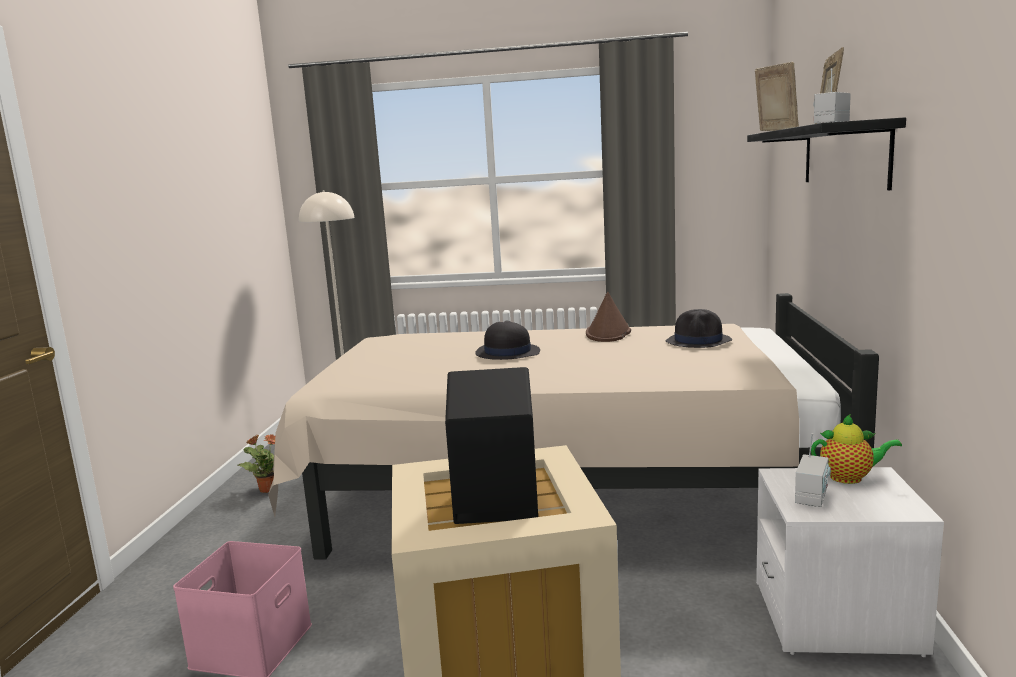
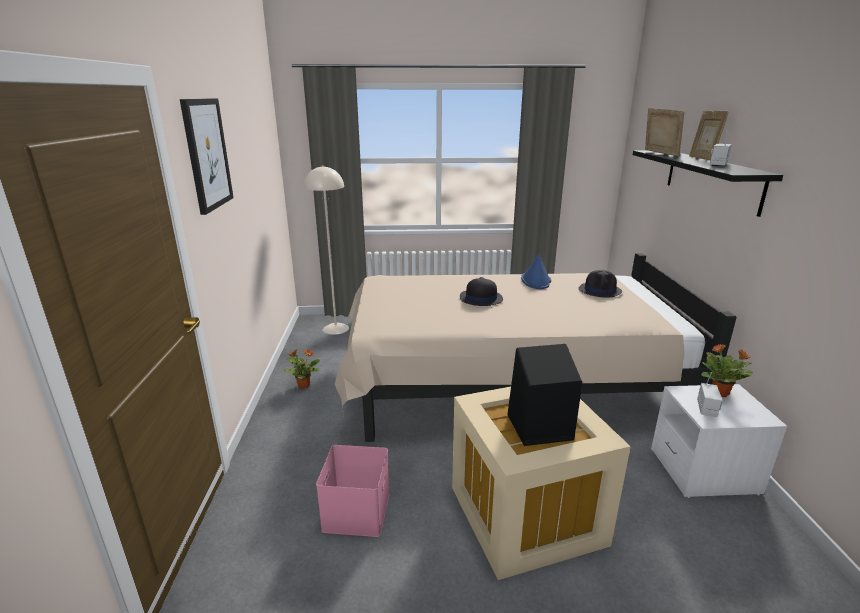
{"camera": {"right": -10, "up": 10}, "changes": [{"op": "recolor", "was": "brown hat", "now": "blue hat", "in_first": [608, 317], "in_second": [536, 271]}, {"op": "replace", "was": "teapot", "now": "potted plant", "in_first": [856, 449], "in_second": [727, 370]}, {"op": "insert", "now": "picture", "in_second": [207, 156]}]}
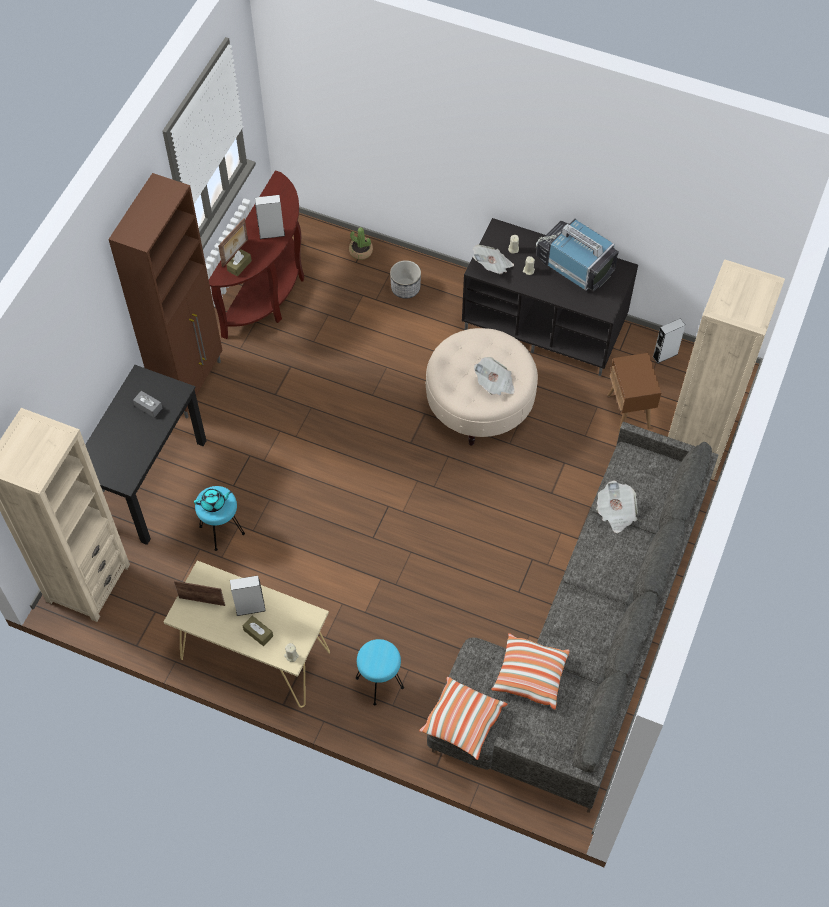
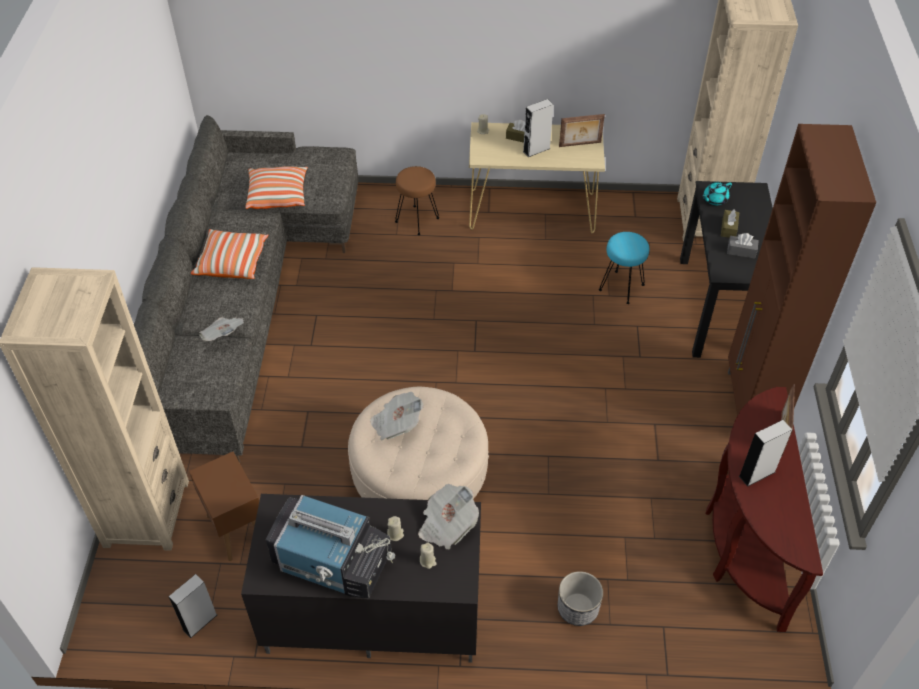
{"camera": {"right": 160, "up": -10}, "changes": [{"op": "move", "was": "turquoise teapot", "in_first": [213, 500], "in_second": [717, 193]}, {"op": "move", "was": "brown tissue box", "in_first": [239, 262], "in_second": [730, 223]}, {"op": "delete", "was": "potted plant", "in_first": [361, 243]}, {"op": "recolor", "was": "turquoise stool", "now": "brown stool", "in_first": [380, 672], "in_second": [417, 200]}, {"op": "move", "was": "pillow", "in_first": [463, 718], "in_second": [229, 254]}]}
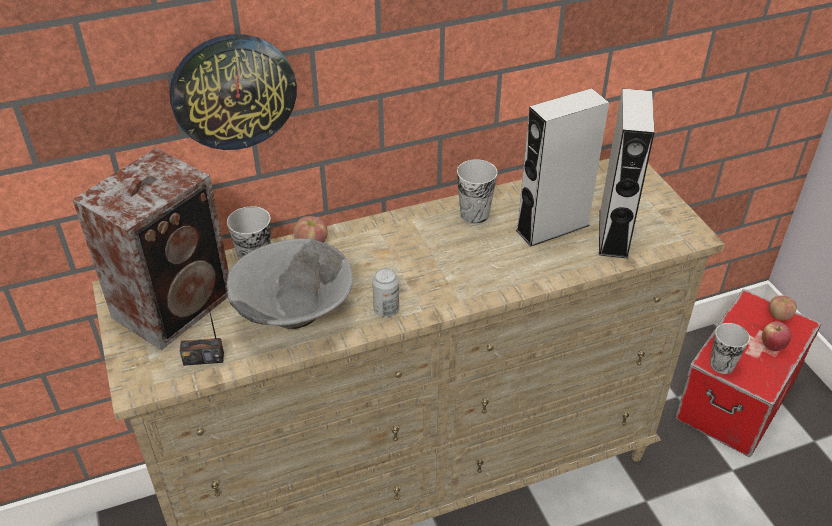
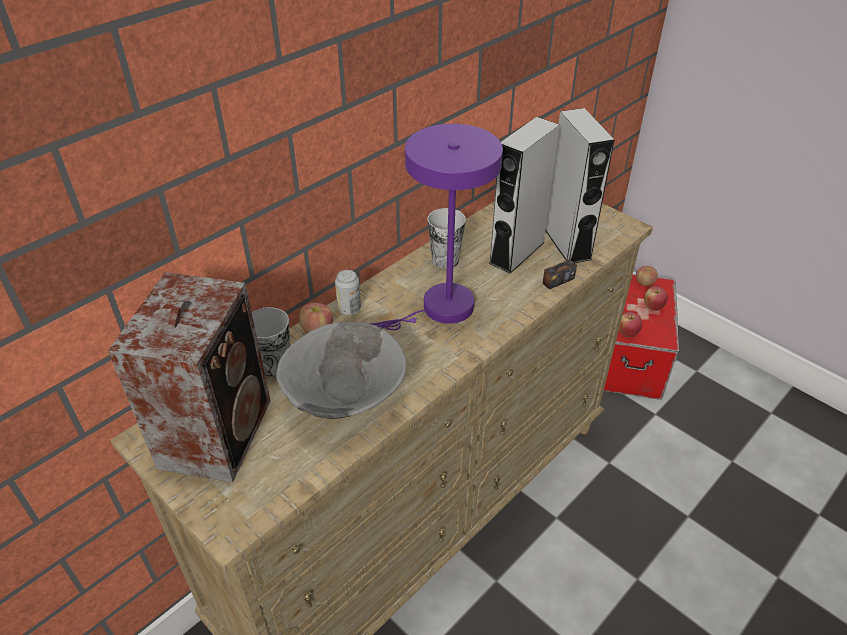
{"camera": {"right": -25, "up": 0}, "changes": [{"op": "delete", "was": "wall clock", "in_first": [233, 92]}, {"op": "move", "was": "radio", "in_first": [202, 322], "in_second": [559, 246]}, {"op": "move", "was": "can", "in_first": [385, 292], "in_second": [348, 292]}, {"op": "replace", "was": "cup", "now": "apple", "in_first": [730, 348], "in_second": [630, 324]}, {"op": "insert", "now": "purple table lamp", "in_second": [436, 227]}]}
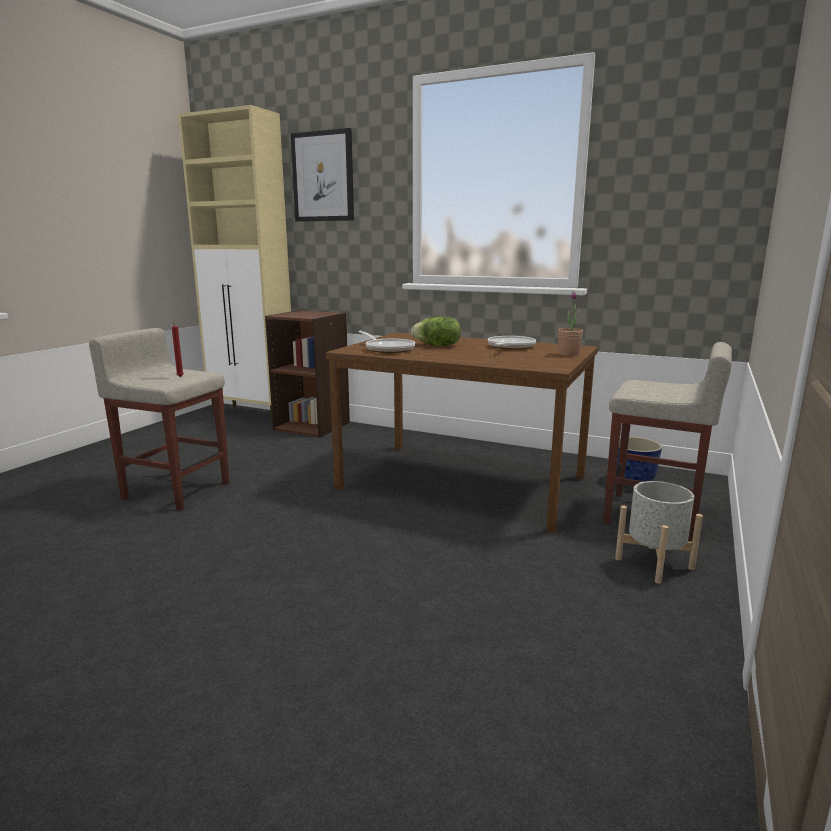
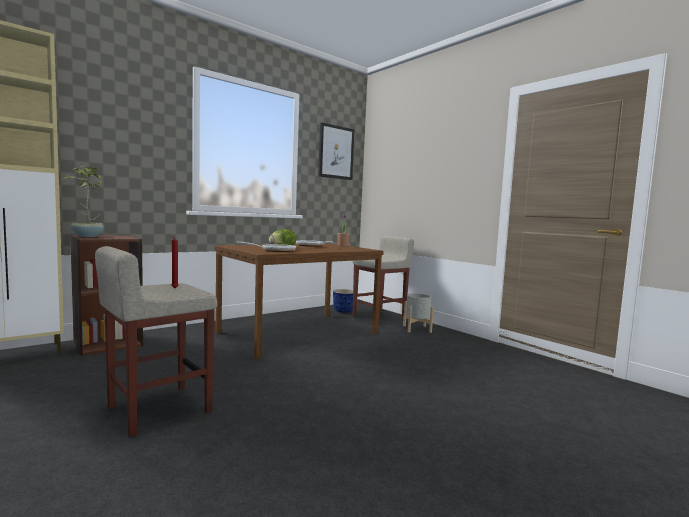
{"camera": {"right": -65, "up": -10}, "changes": [{"op": "move", "was": "picture", "in_first": [322, 175], "in_second": [336, 151]}, {"op": "insert", "now": "potted plant", "in_second": [83, 201]}]}
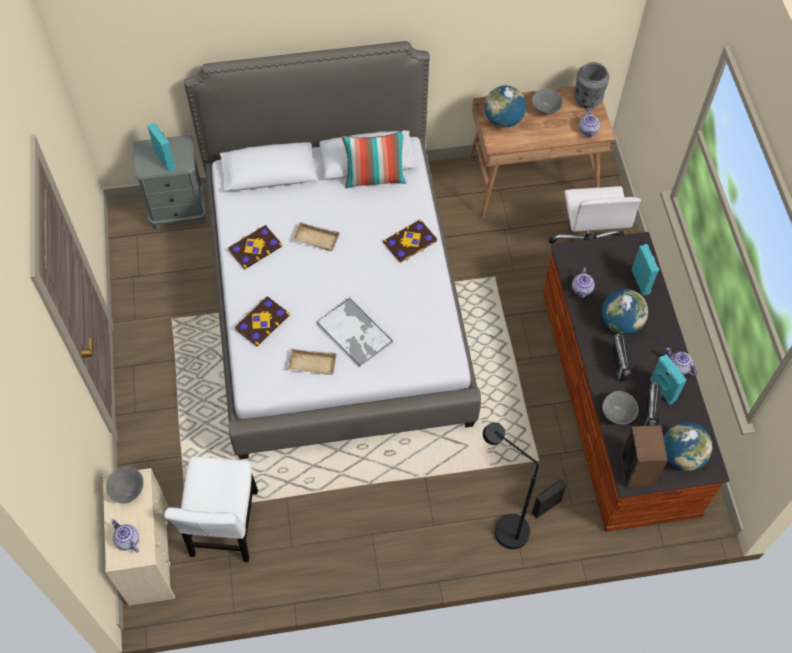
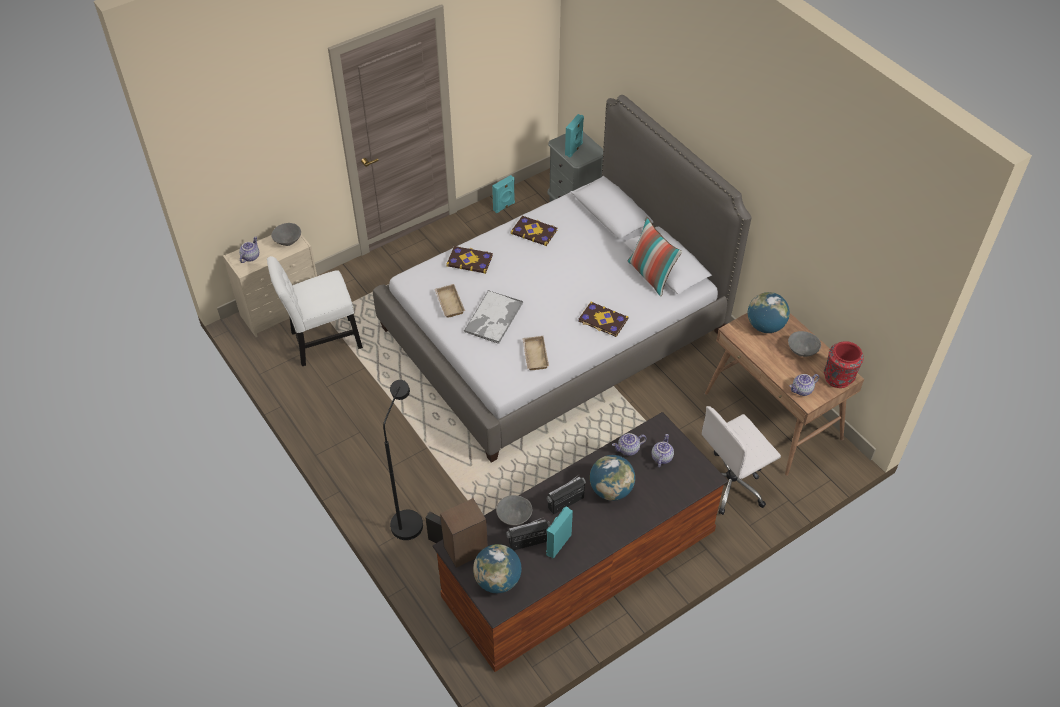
{"camera": {"right": 65, "up": -10}, "changes": [{"op": "move", "was": "beige tray", "in_first": [316, 236], "in_second": [535, 353]}, {"op": "recolor", "was": "grey vase", "now": "red vase", "in_first": [592, 86], "in_second": [844, 365]}, {"op": "move", "was": "turquoise speaker", "in_first": [645, 269], "in_second": [503, 194]}, {"op": "move", "was": "teapot", "in_first": [682, 362], "in_second": [663, 451]}]}
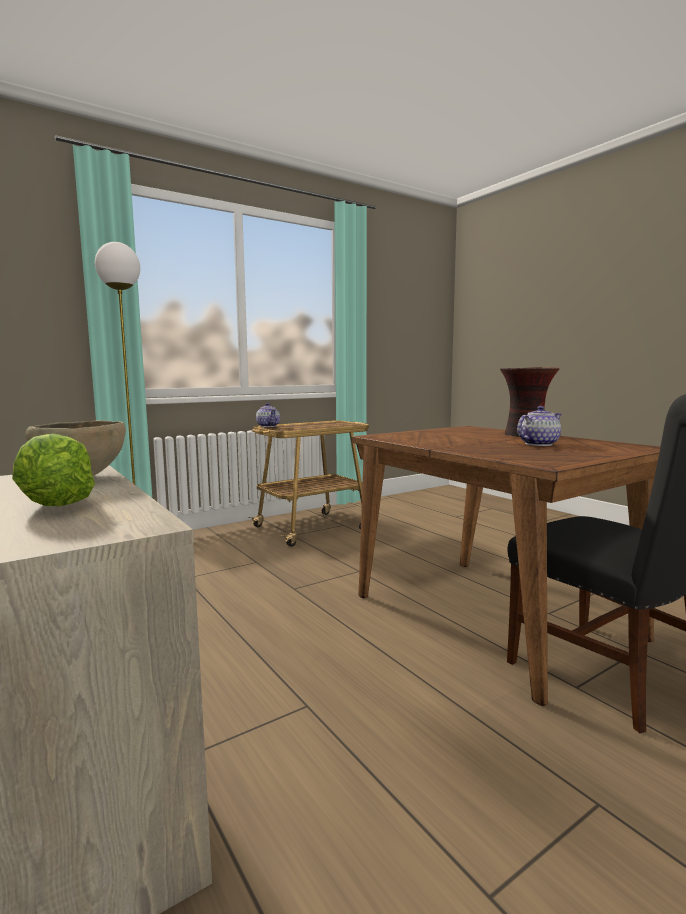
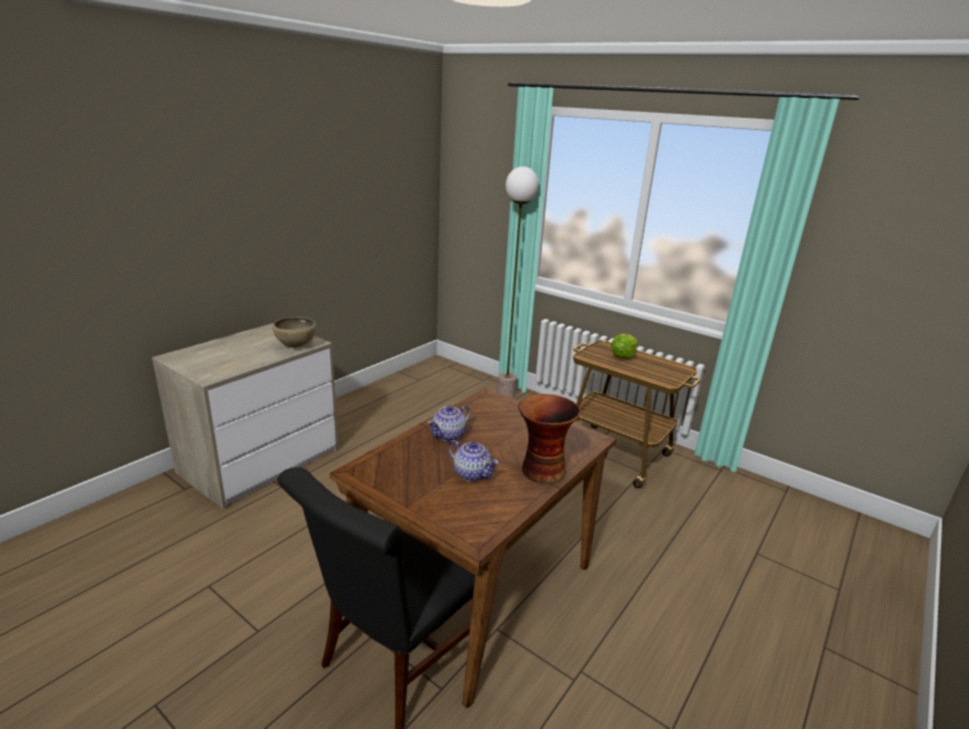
{"camera": {"right": 70, "up": 15}, "changes": [{"op": "move", "was": "lettuce", "in_first": [53, 469], "in_second": [624, 346]}, {"op": "move", "was": "teapot", "in_first": [268, 415], "in_second": [448, 423]}]}
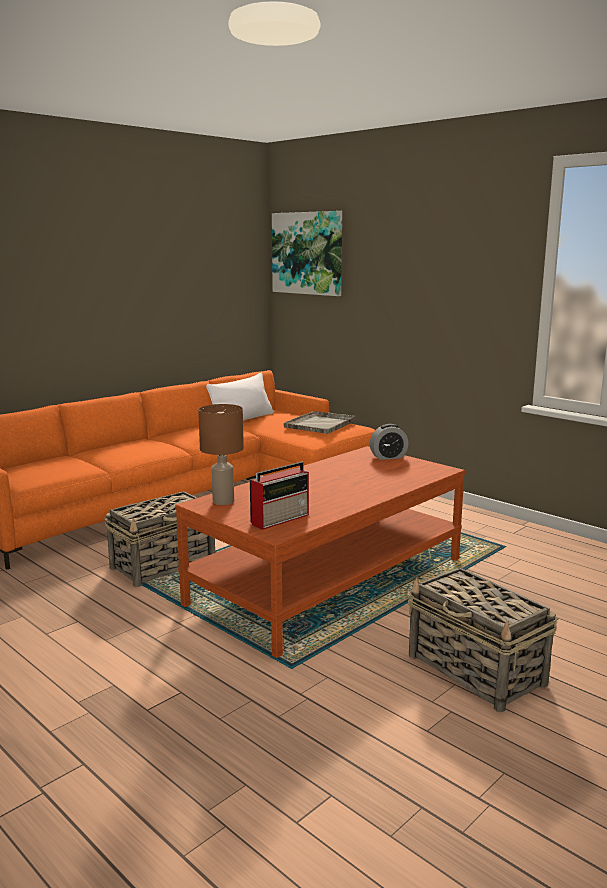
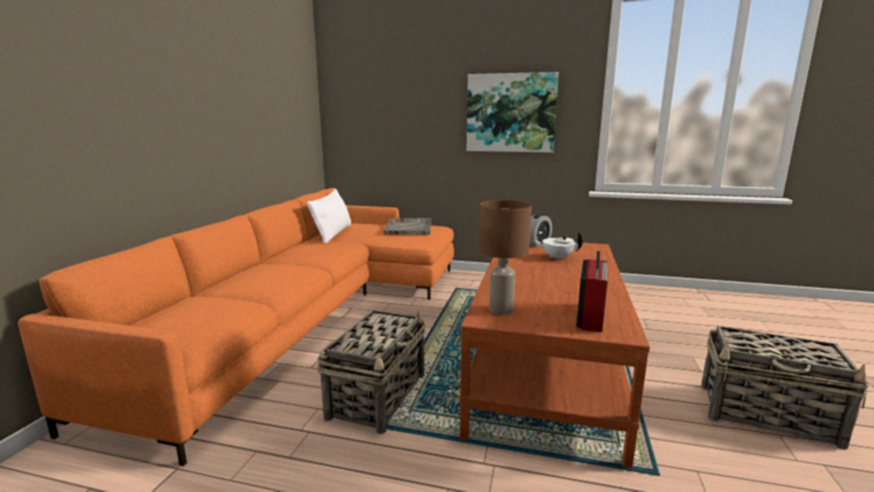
{"camera": {"right": -30, "up": 0}, "changes": [{"op": "move", "was": "picture", "in_first": [307, 253], "in_second": [513, 112]}, {"op": "insert", "now": "white teapot", "in_second": [558, 246]}]}
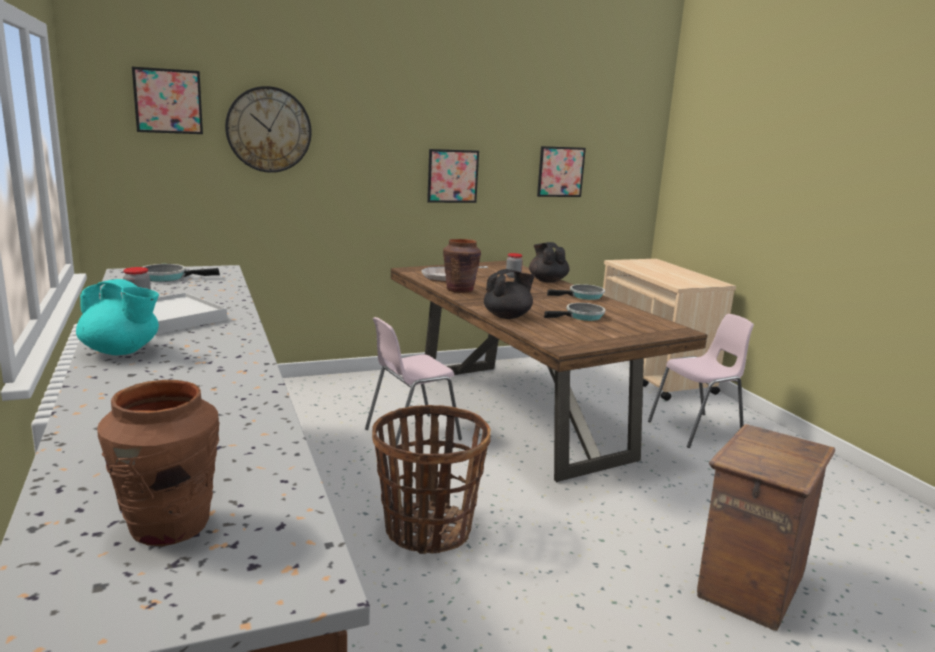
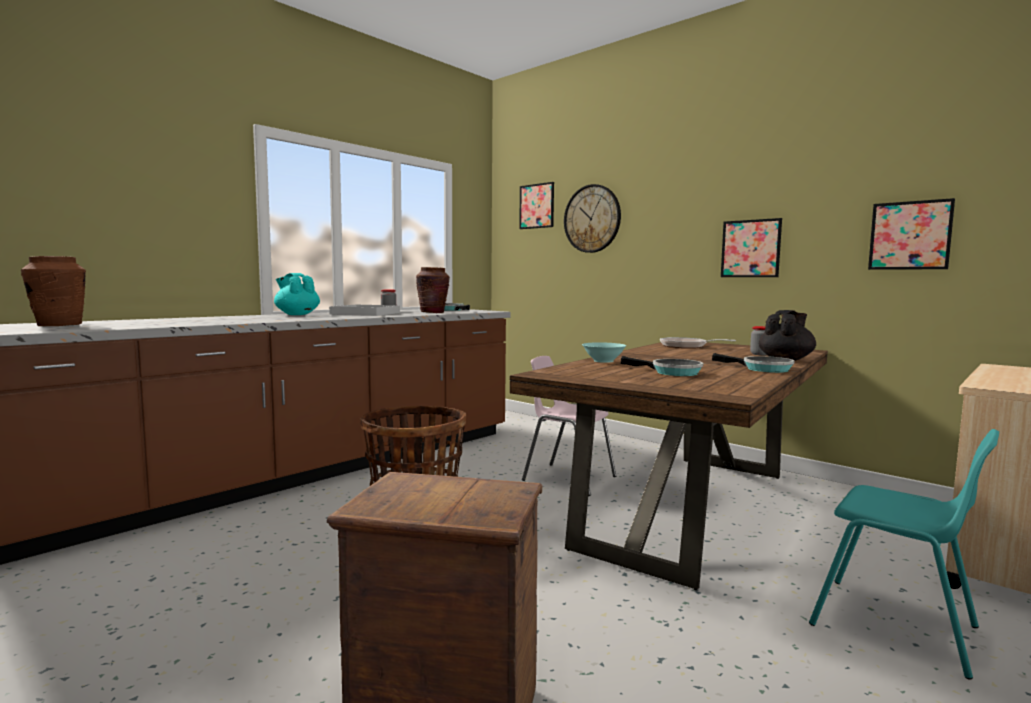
{"camera": {"right": 65, "up": -10}, "changes": [{"op": "rotate", "was": "turquoise teapot", "in_first": [117, 317], "in_second": [297, 294], "clockwise": 135}, {"op": "move", "was": "brown vase", "in_first": [462, 266], "in_second": [433, 290]}, {"op": "replace", "was": "black teapot", "now": "turquoise bowl", "in_first": [509, 294], "in_second": [604, 352]}, {"op": "recolor", "was": "pink chair", "now": "turquoise chair", "in_first": [701, 381], "in_second": [904, 554]}]}
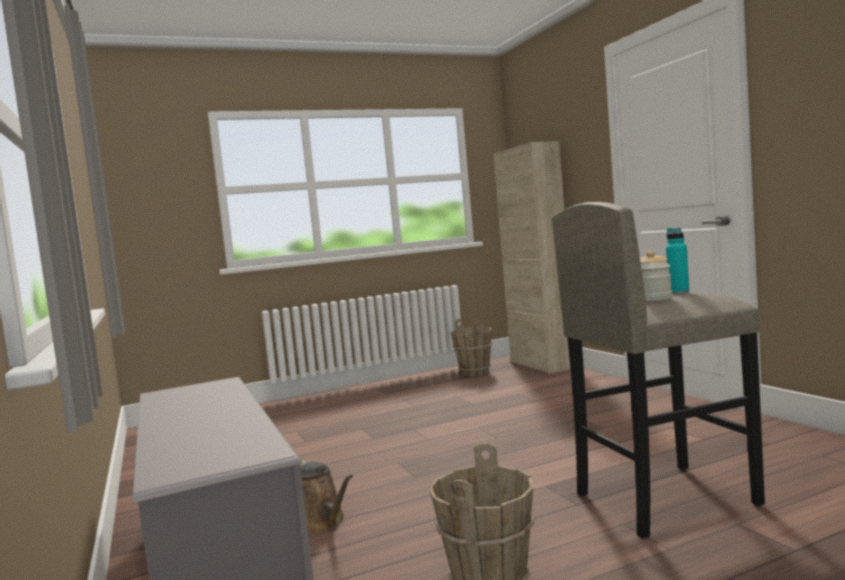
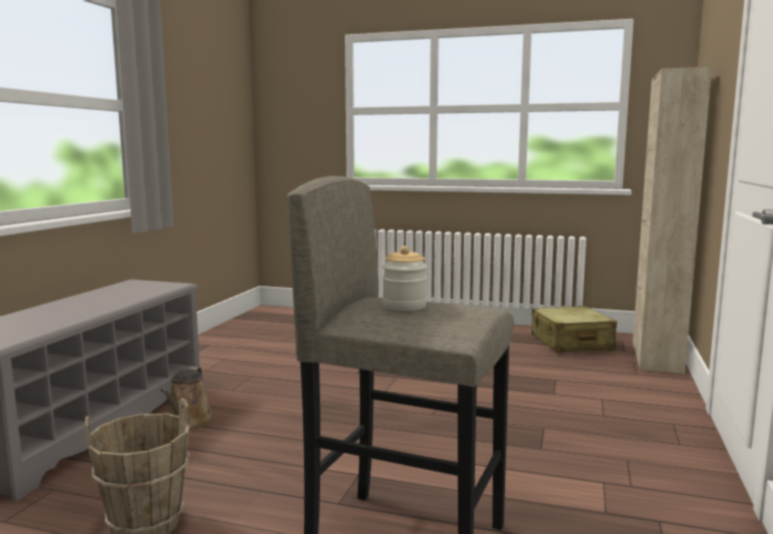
{"camera": {"right": 40, "up": 5}, "changes": [{"op": "replace", "was": "brown bucket", "now": "beige suitcase", "in_first": [471, 348], "in_second": [574, 329]}, {"op": "delete", "was": "turquoise bottle", "in_first": [677, 260]}]}
